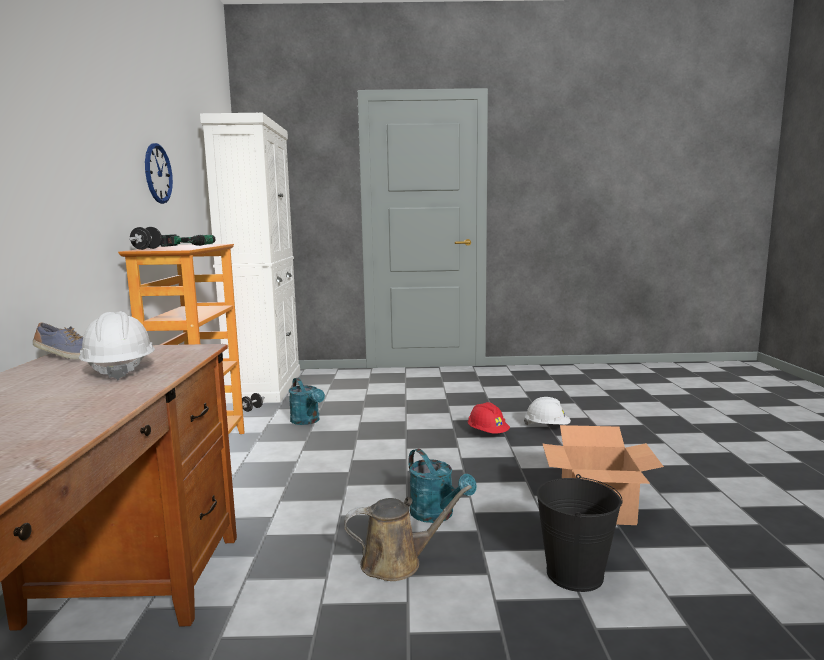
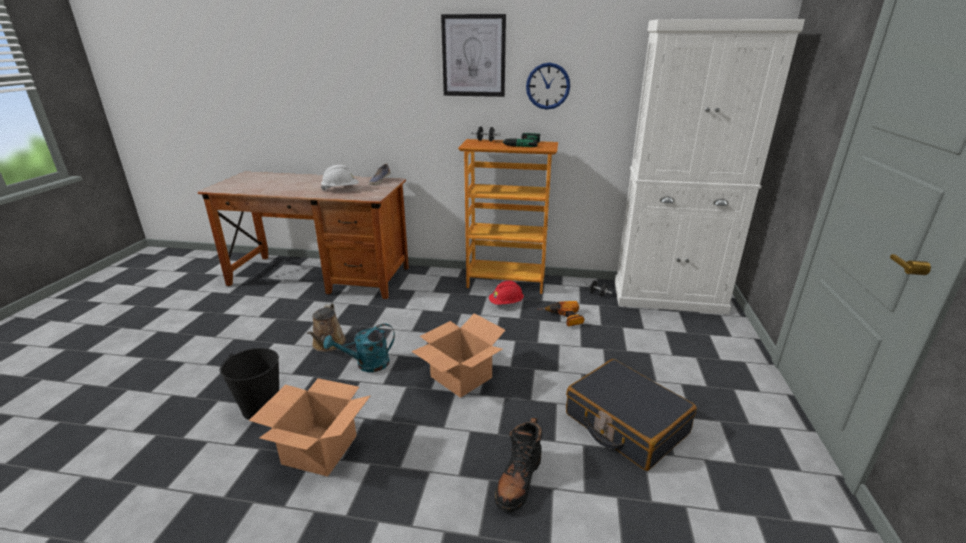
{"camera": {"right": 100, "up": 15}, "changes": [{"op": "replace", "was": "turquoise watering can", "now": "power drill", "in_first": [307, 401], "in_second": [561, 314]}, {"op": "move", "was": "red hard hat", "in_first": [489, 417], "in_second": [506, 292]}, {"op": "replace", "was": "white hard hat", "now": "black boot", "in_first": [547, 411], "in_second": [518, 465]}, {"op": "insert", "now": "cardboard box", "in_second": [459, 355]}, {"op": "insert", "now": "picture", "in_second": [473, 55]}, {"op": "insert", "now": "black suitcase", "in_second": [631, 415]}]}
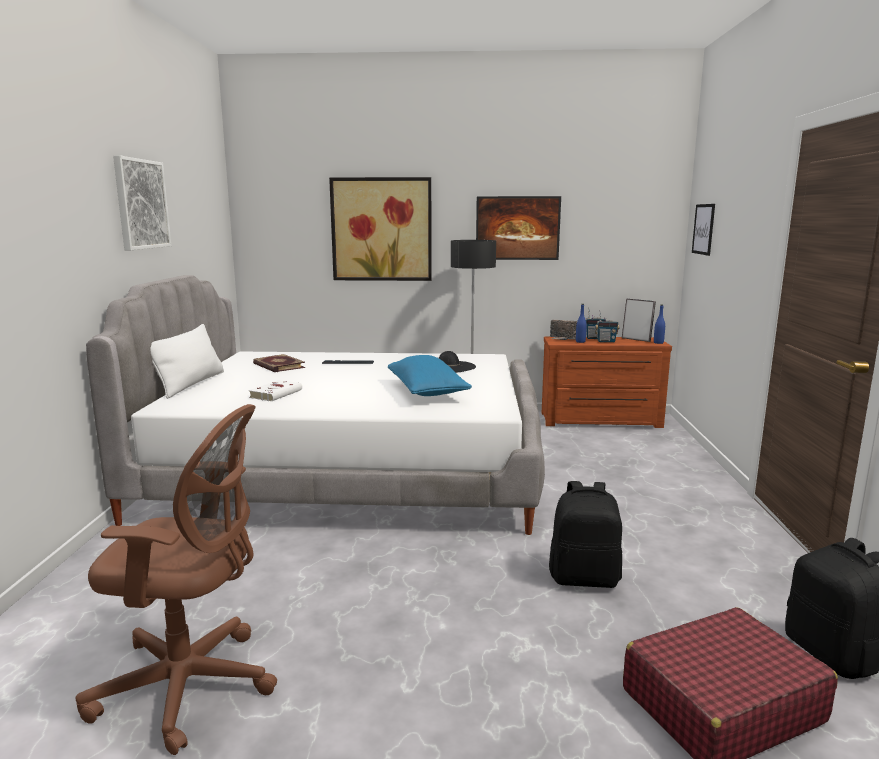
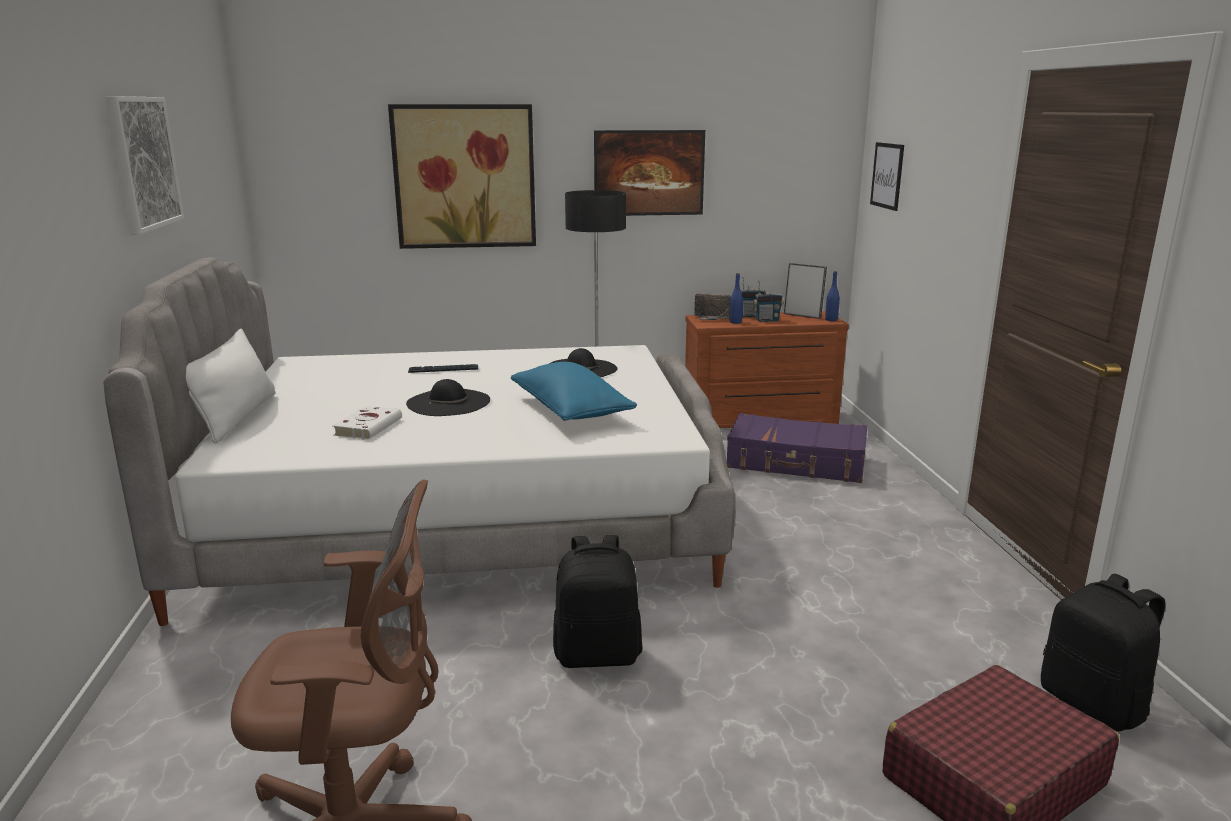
{"camera": {"right": -10, "up": 5}, "changes": [{"op": "delete", "was": "book", "in_first": [279, 363]}, {"op": "move", "was": "black backpack", "in_first": [585, 534], "in_second": [598, 601]}, {"op": "insert", "now": "black hat", "in_second": [448, 397]}, {"op": "insert", "now": "purple suitcase", "in_second": [797, 448]}]}
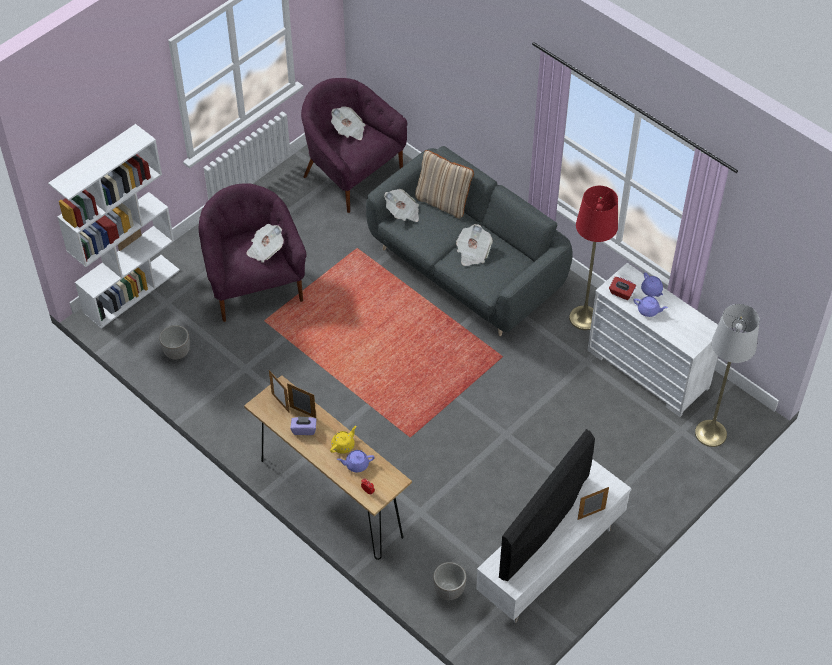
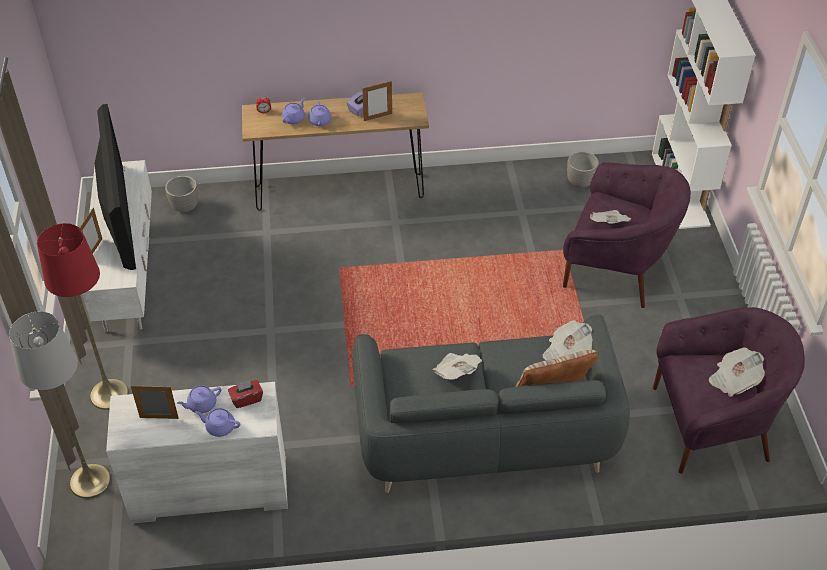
{"camera": {"right": 130, "up": -5}, "changes": [{"op": "move", "was": "picture frame", "in_first": [279, 391], "in_second": [155, 402]}, {"op": "recolor", "was": "yellow teapot", "now": "purple teapot", "in_first": [343, 440], "in_second": [319, 113]}, {"op": "move", "was": "red floor lamp", "in_first": [593, 258], "in_second": [83, 316]}]}
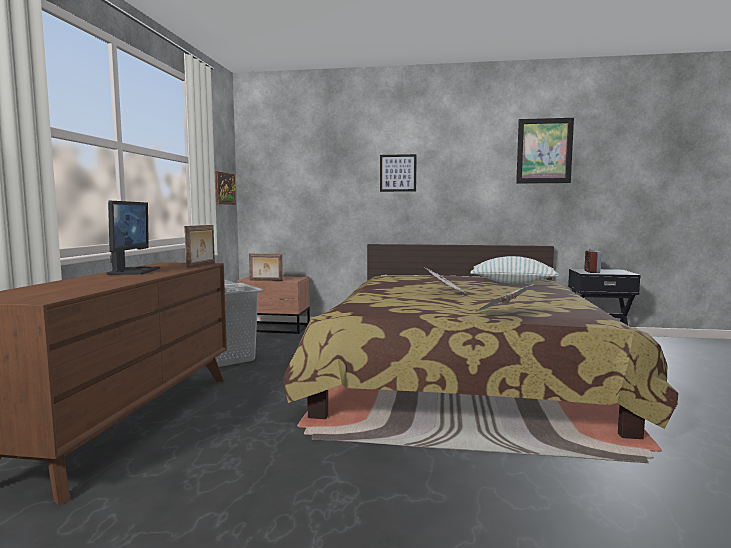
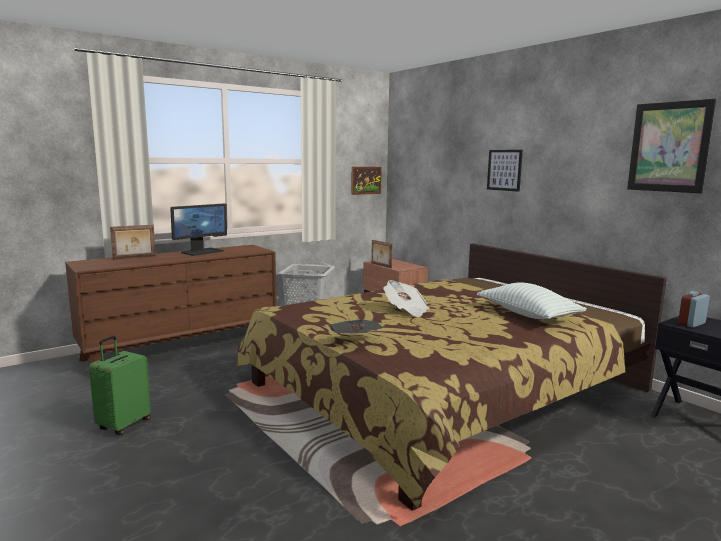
{"camera": {"right": 45, "up": 5}, "changes": [{"op": "move", "was": "picture frame", "in_first": [199, 246], "in_second": [133, 242]}, {"op": "insert", "now": "green suitcase", "in_second": [120, 385]}]}
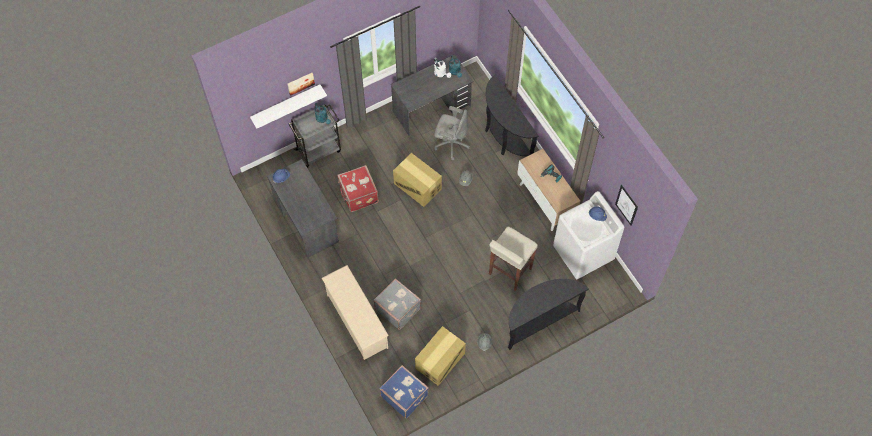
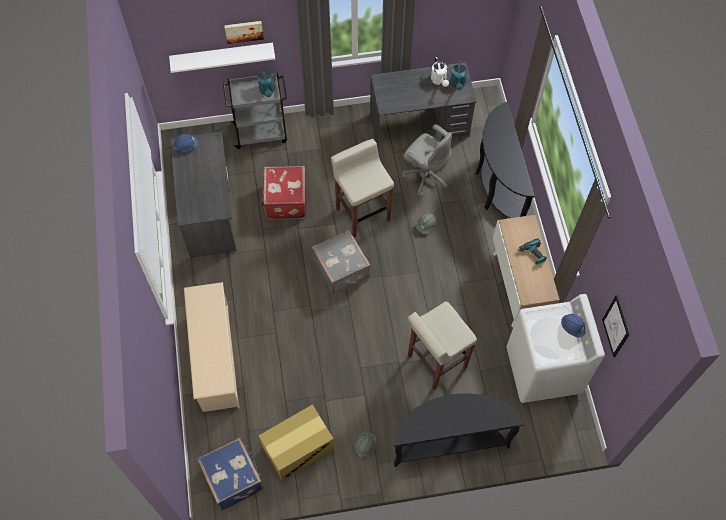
{"camera": {"right": 20, "up": 0}, "changes": [{"op": "move", "was": "grey suitcase", "in_first": [397, 304], "in_second": [341, 263]}, {"op": "replace", "was": "cardboard box", "now": "beige stool", "in_first": [417, 180], "in_second": [362, 188]}]}
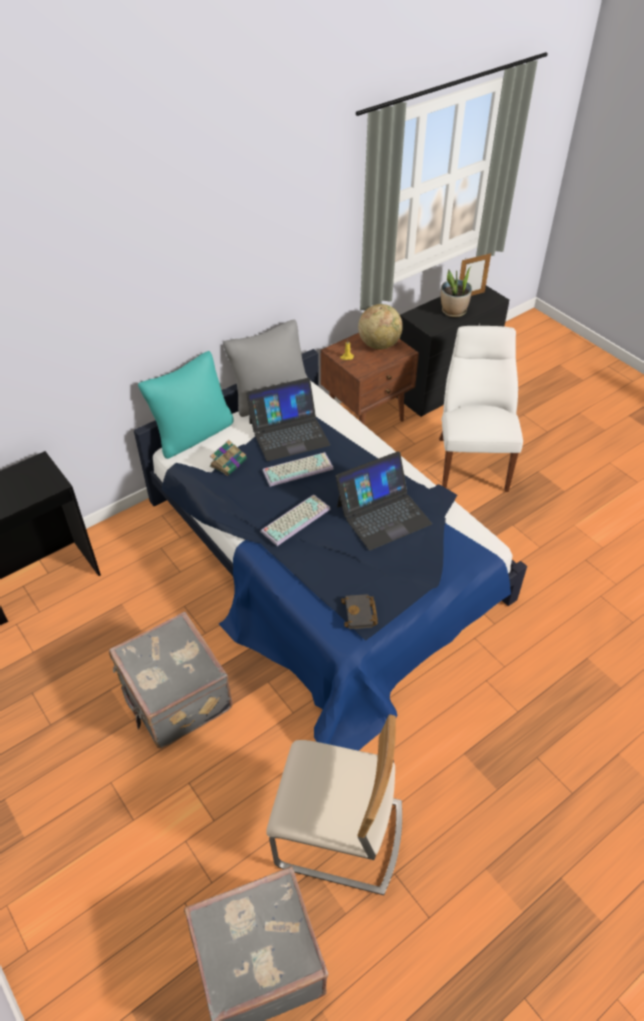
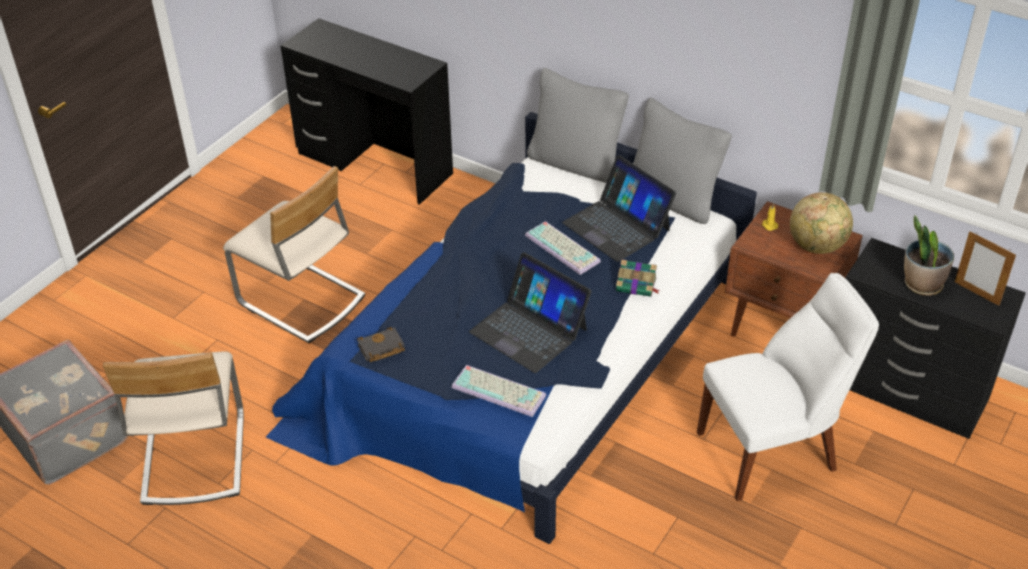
{"camera": {"right": 70, "up": -5}, "changes": [{"op": "replace", "was": "grey suitcase", "now": "beige chair", "in_first": [171, 680], "in_second": [294, 255]}, {"op": "recolor", "was": "turquoise pillow", "now": "grey pillow", "in_first": [186, 405], "in_second": [578, 125]}, {"op": "move", "was": "book", "in_first": [228, 458], "in_second": [638, 278]}, {"op": "move", "was": "keyboard", "in_first": [295, 520], "in_second": [498, 391]}]}
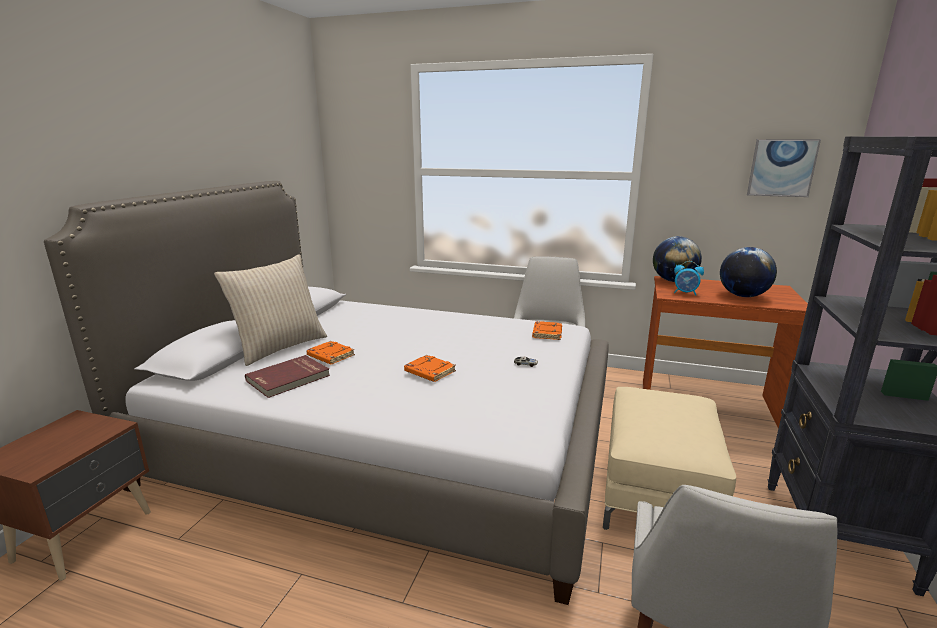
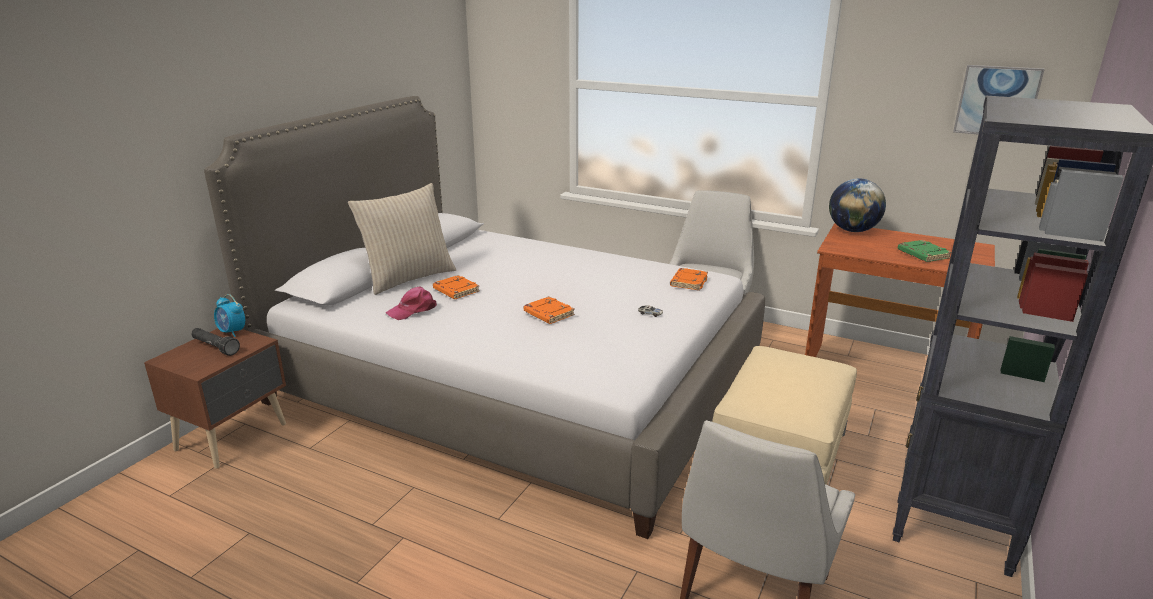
{"camera": {"right": 10, "up": 5}, "changes": [{"op": "replace", "was": "red book", "now": "pink cap", "in_first": [287, 376], "in_second": [411, 303]}, {"op": "move", "was": "alarm clock", "in_first": [689, 278], "in_second": [229, 315]}, {"op": "replace", "was": "globe", "now": "green book", "in_first": [748, 272], "in_second": [924, 251]}, {"op": "insert", "now": "black flashlight", "in_second": [215, 342]}]}
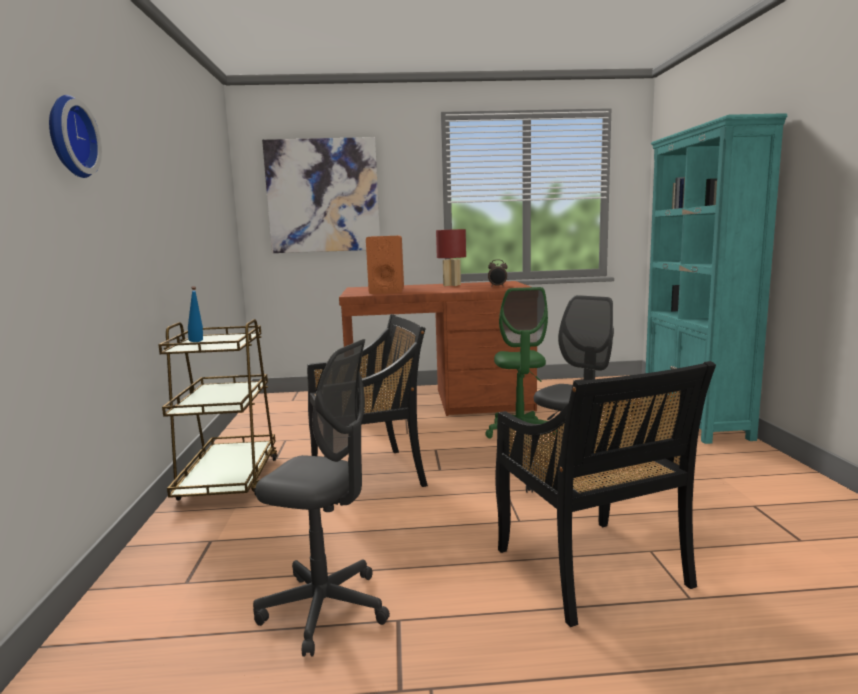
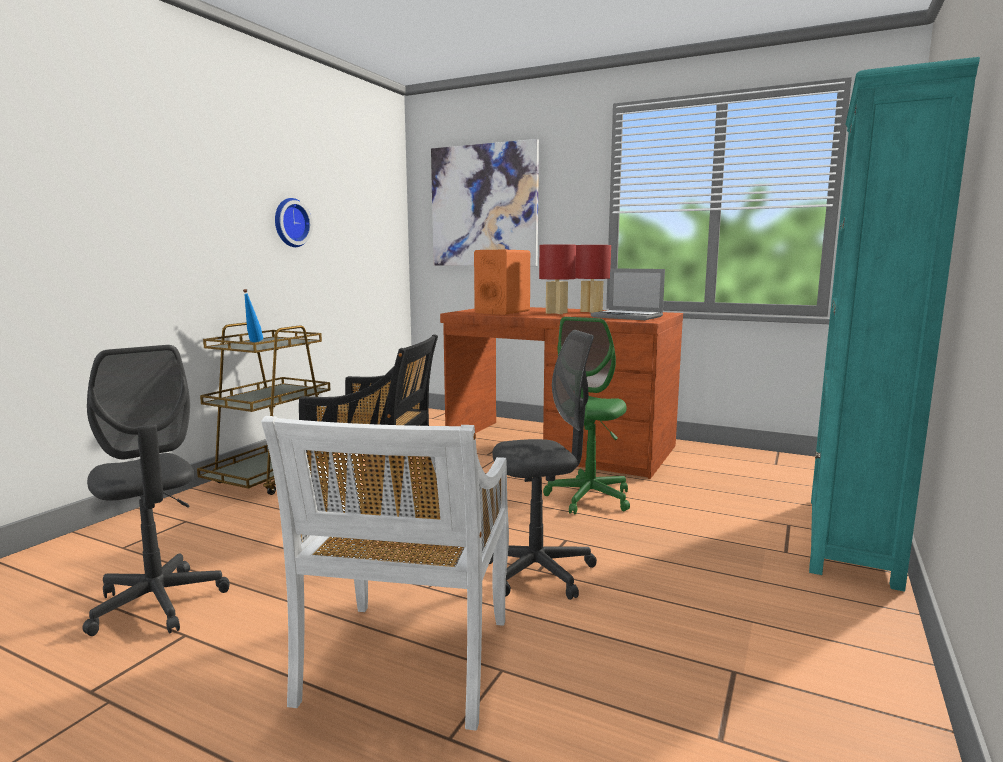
{"camera": {"right": 30, "up": 0}, "changes": [{"op": "move", "was": "wall clock", "in_first": [75, 136], "in_second": [294, 222]}, {"op": "replace", "was": "alarm clock", "now": "laptop", "in_first": [498, 273], "in_second": [628, 294]}, {"op": "recolor", "was": "black chair", "now": "white chair", "in_first": [605, 494], "in_second": [385, 573]}, {"op": "insert", "now": "red table lamp", "in_second": [557, 279]}]}
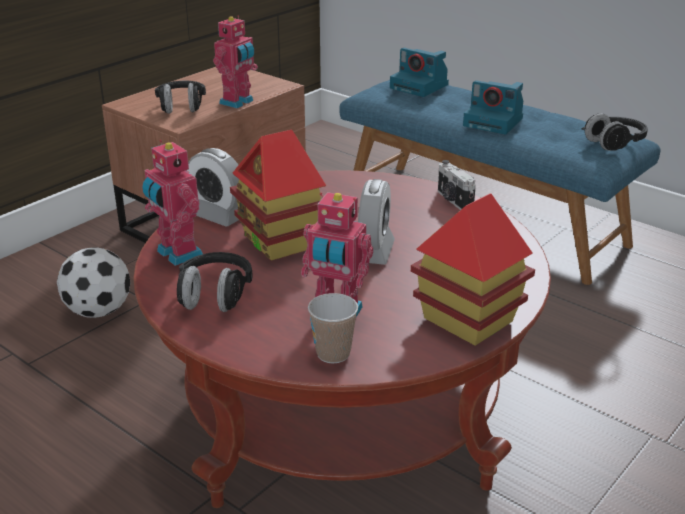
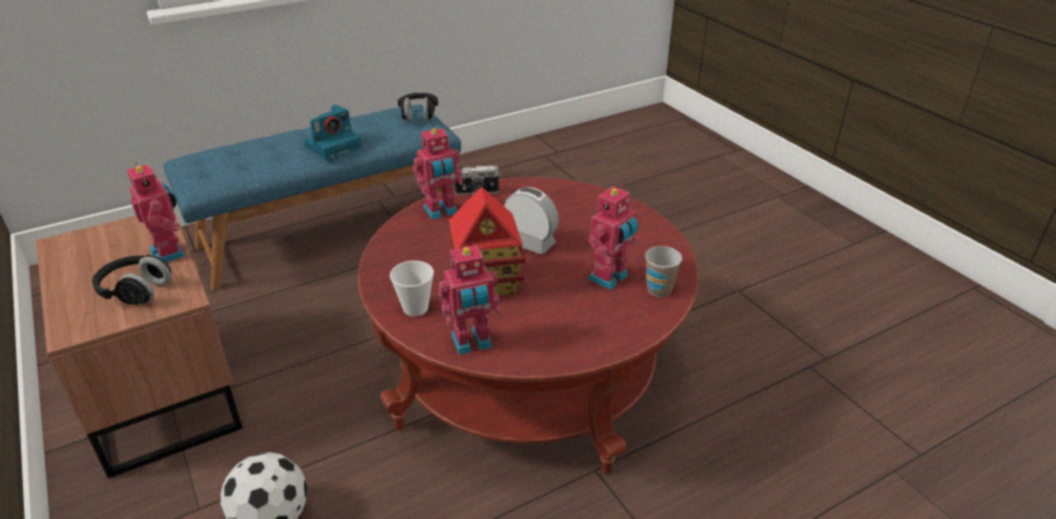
{"camera": {"right": -70, "up": 5}, "changes": [{"op": "delete", "was": "black headphones", "in_first": [215, 282]}, {"op": "replace", "was": "alarm clock", "now": "cup", "in_first": [213, 187], "in_second": [412, 289]}, {"op": "delete", "was": "photo camera", "in_first": [419, 72]}, {"op": "delete", "was": "toy house", "in_first": [473, 269]}, {"op": "insert", "now": "toy robot", "in_second": [438, 174]}]}
